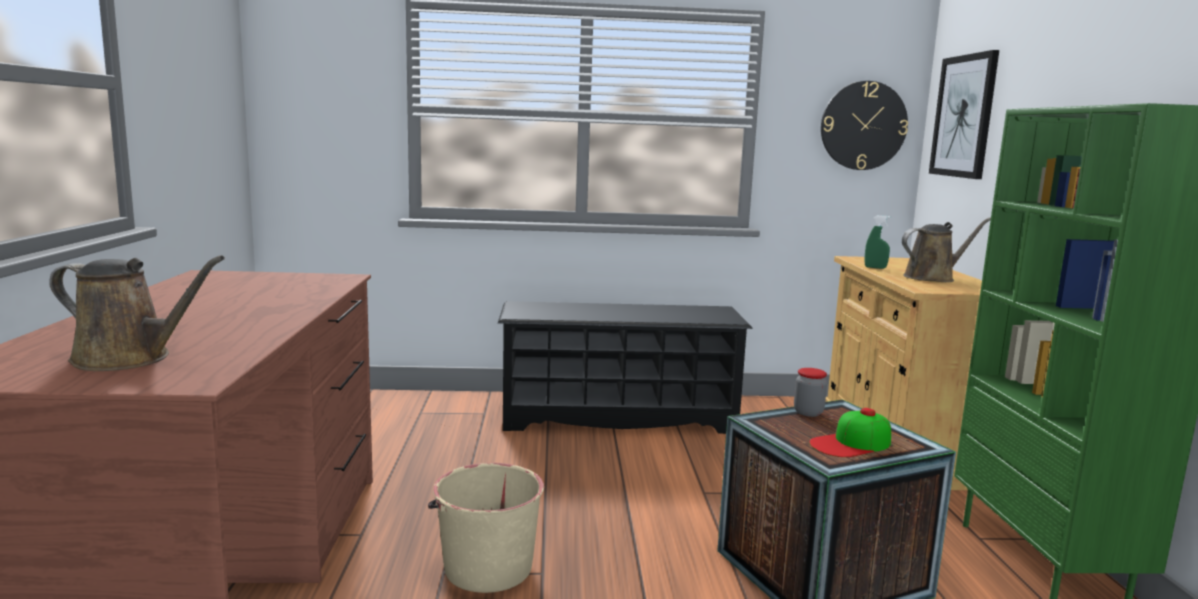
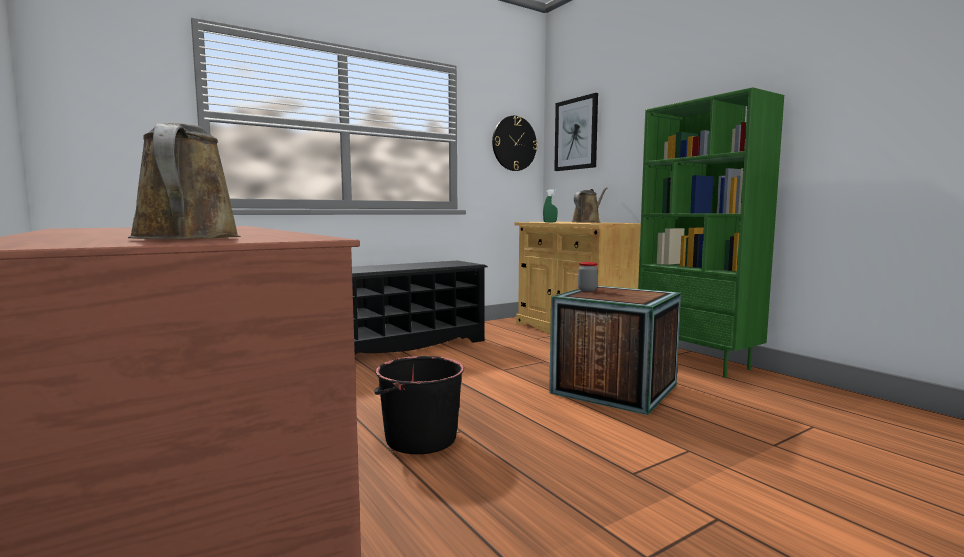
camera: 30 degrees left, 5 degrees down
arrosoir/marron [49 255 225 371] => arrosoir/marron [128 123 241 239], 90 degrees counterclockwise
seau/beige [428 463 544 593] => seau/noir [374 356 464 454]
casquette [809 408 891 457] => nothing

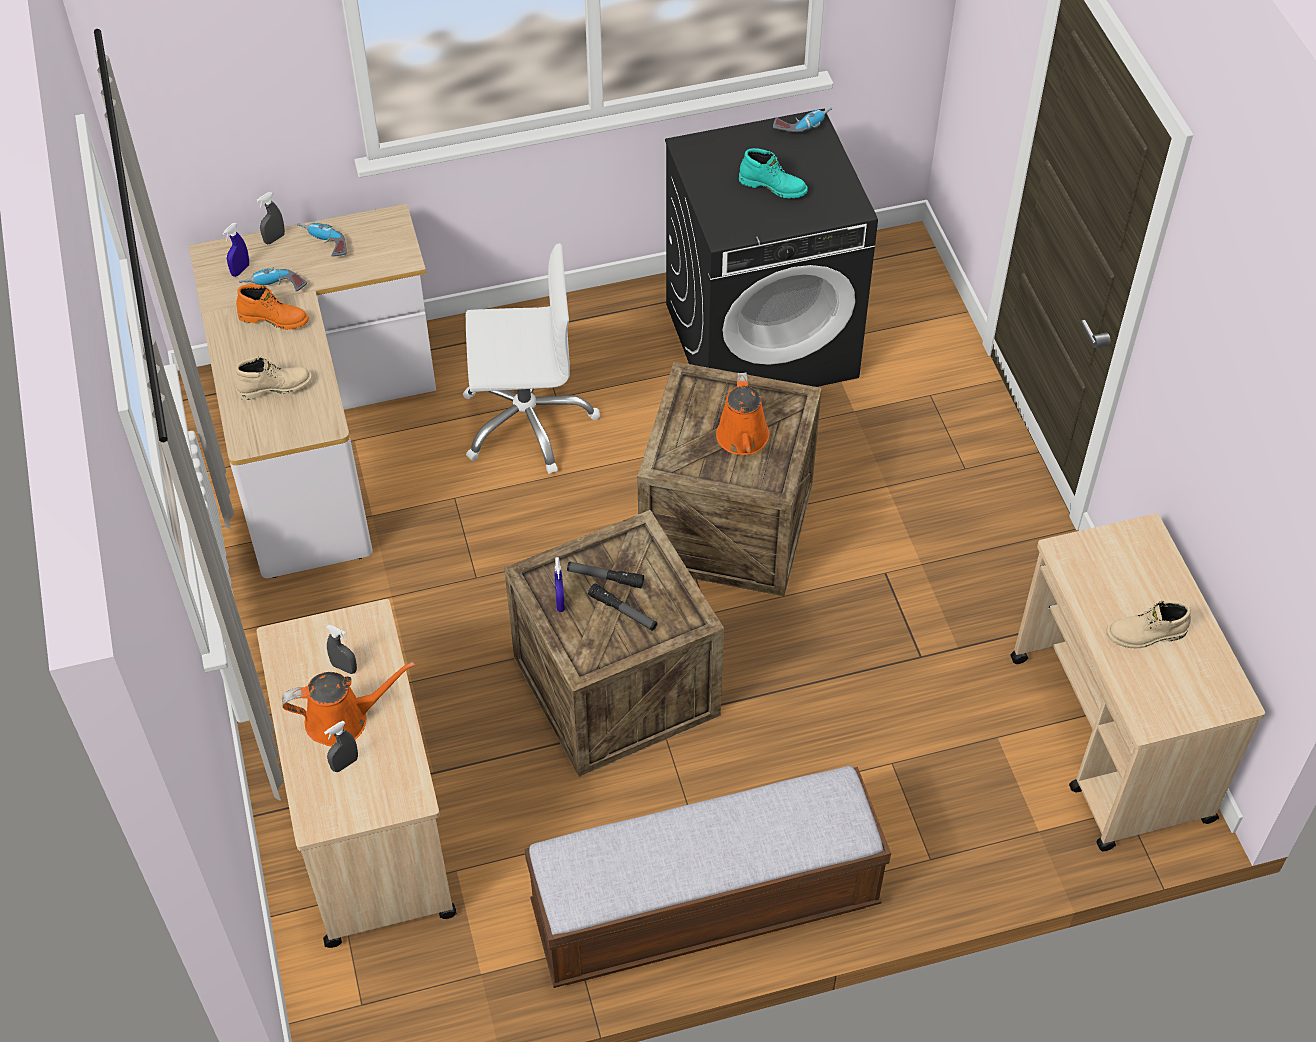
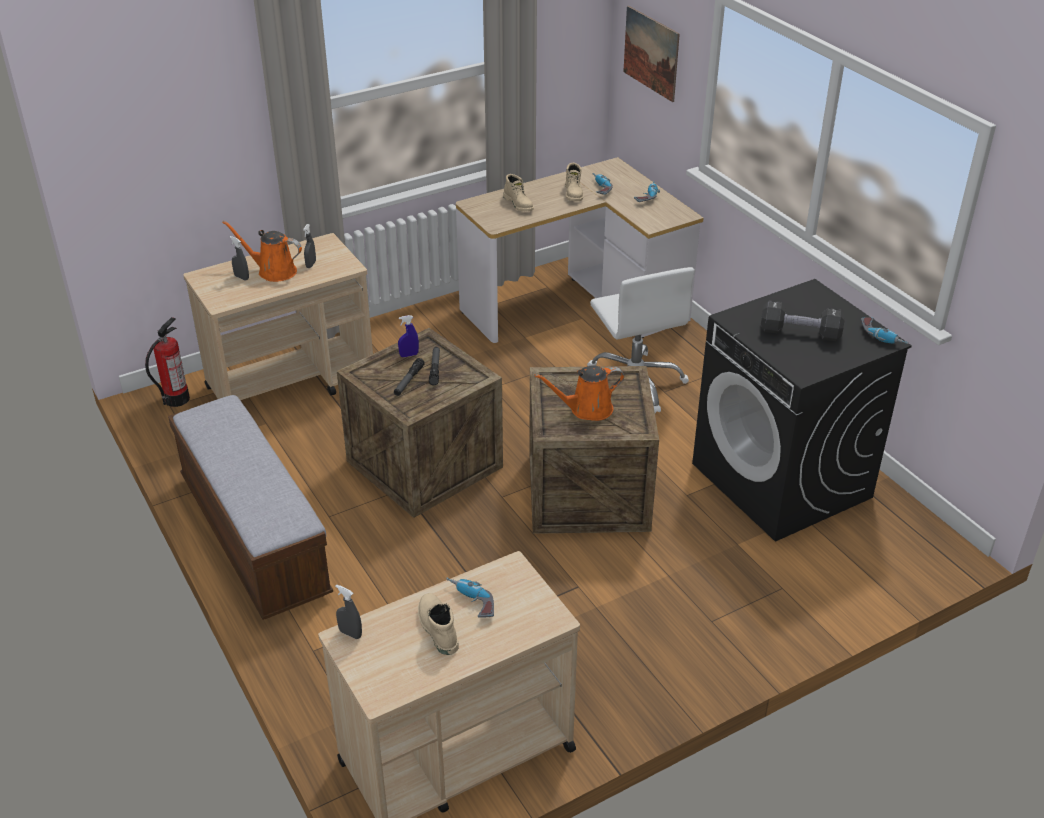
camera: 75 degrees right, 15 degrees down
vaporisateur/bleu [223 223 249 277] => nothing
botte/orange [236 284 309 330] => botte/beige [565 163 583 201]
vaporisateur/gris [257 192 285 244] => vaporisateur/gris [335 584 362 639], moved
arrosoir/orange [282 662 416 747] => arrosoir/orange [222 220 302 282], 135 degrees clockwise
botte/turquoise [739 148 808 198] => haltère/noir [761 301 845 341]
nothing => extincteur [145 317 190 407]
nothing => perceuse [446 578 494 618]
nothing => tableau [623 6 680 102]

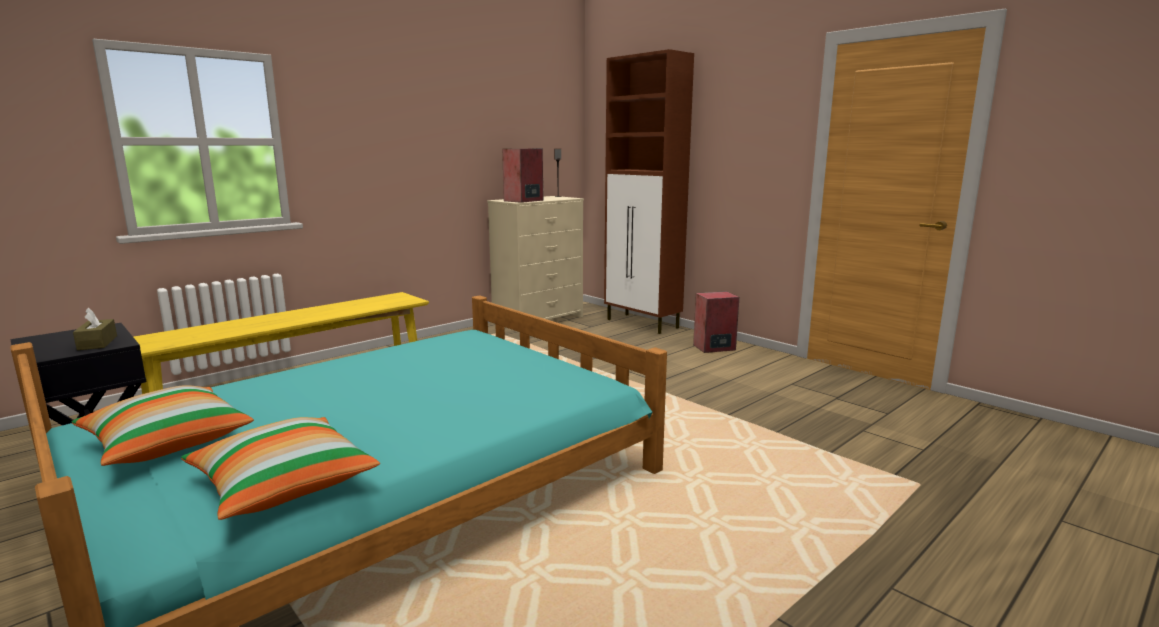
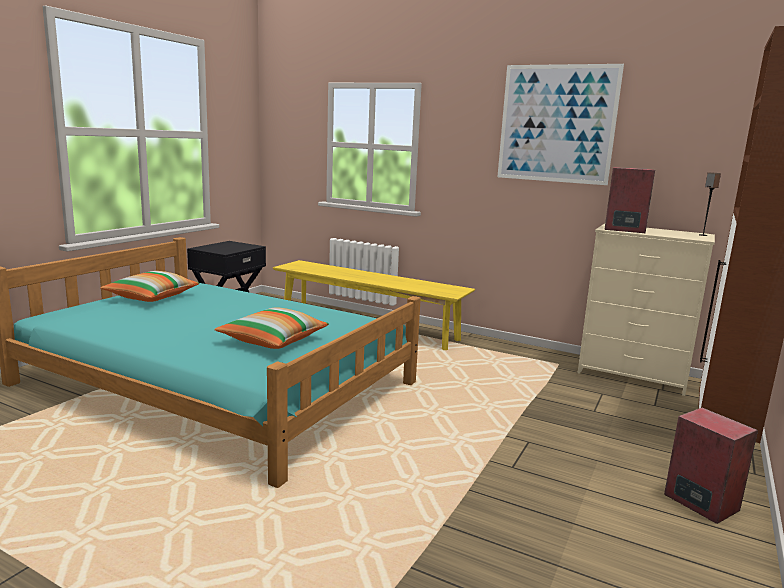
camera: 70 degrees right, 0 degrees up
boîte à mouchoirs/marron [73 308 117 350] => nothing
coussin [181 417 380 520] => coussin [214 307 329 349], moved
nothing => tableau [497 64 624 185]

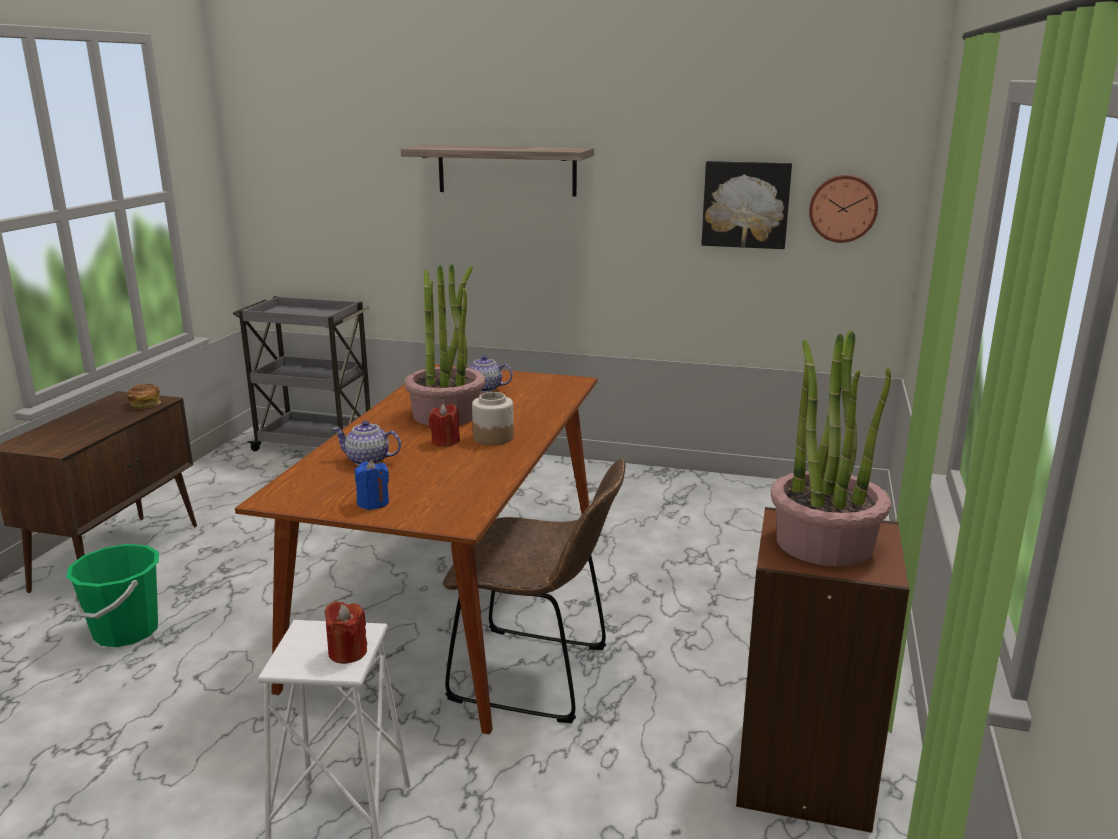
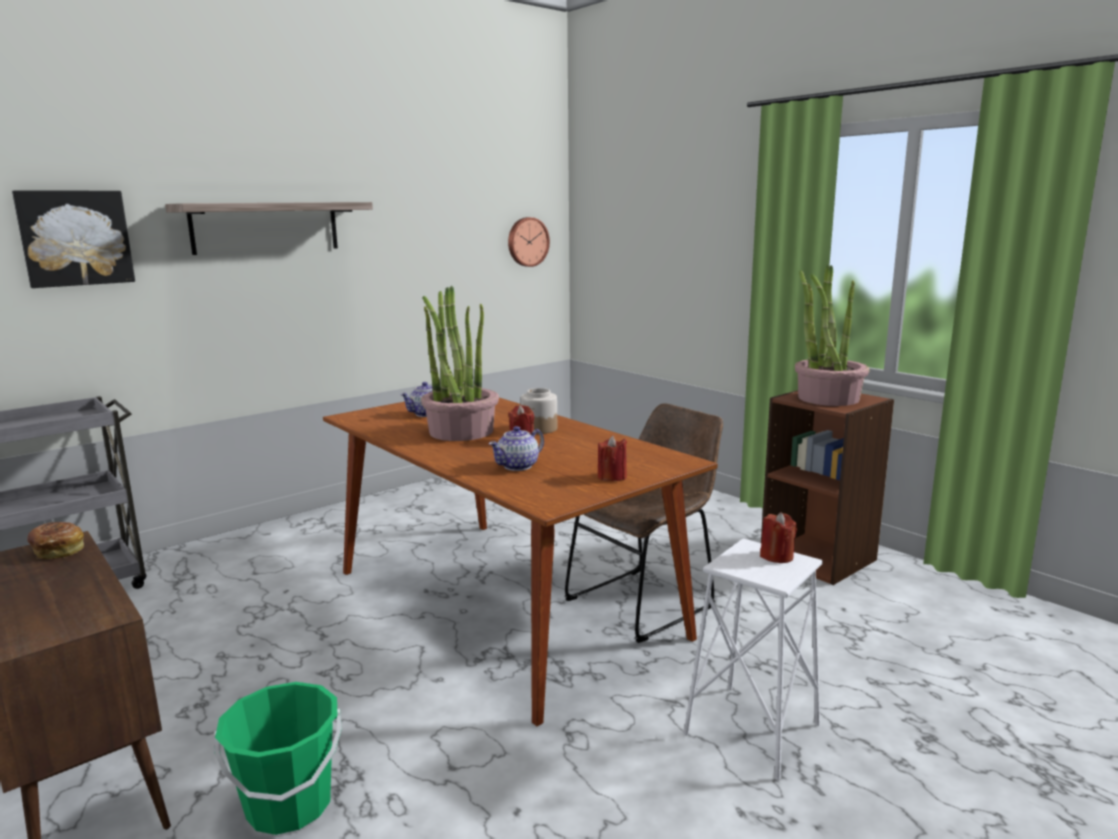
camera: 55 degrees left, 5 degrees down
bougie/bleu [355 460 389 510] => bougie/rouge [598 435 627 482]
tableau [701 161 792 249] => tableau [12 190 135 288], moved

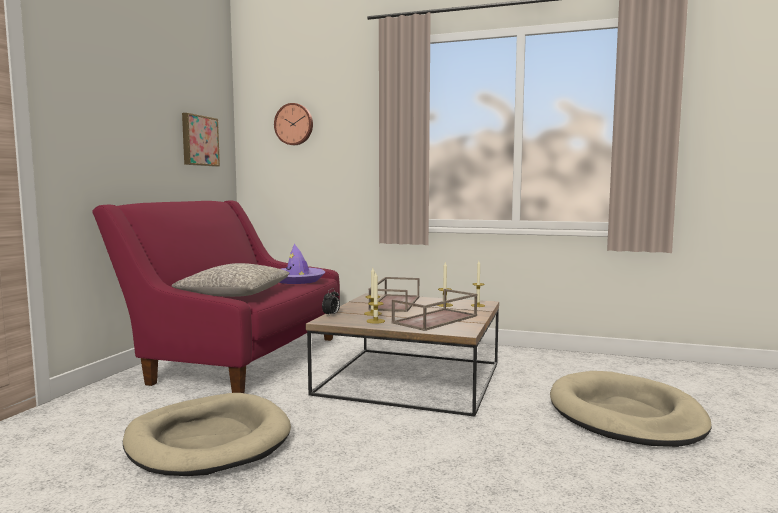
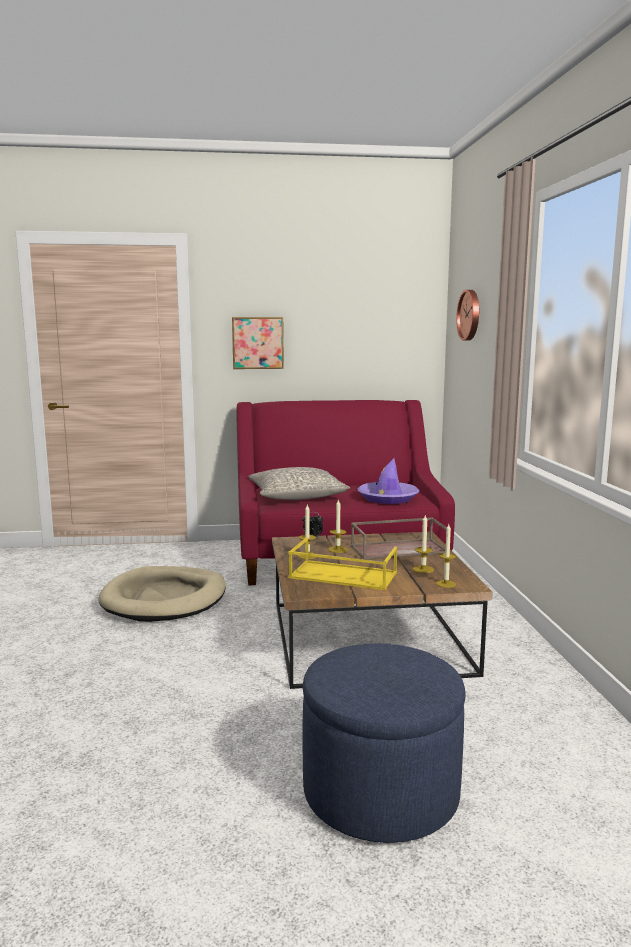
camera: 65 degrees right, 5 degrees up
tableau [182 113 220 166] => tableau [232 317 284 369], moved
plateau/marron [392 289 478 331] => plateau/jaune [288 537 397 590]
panier pour chien/beige [550 371 712 447] => pouf/bleu [303 643 466 843]

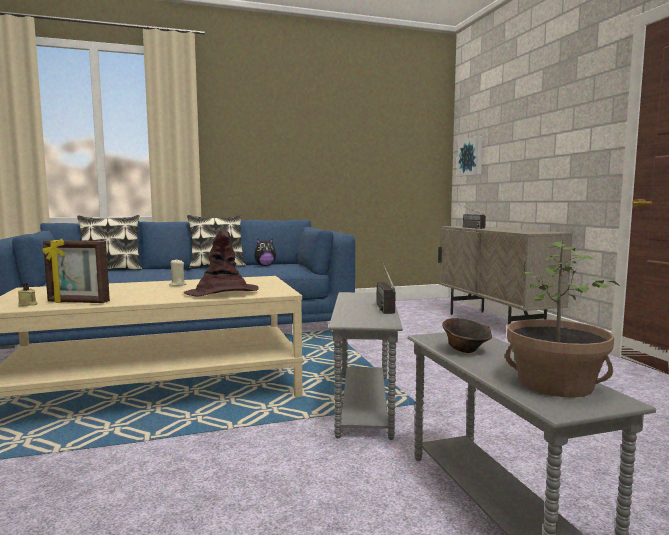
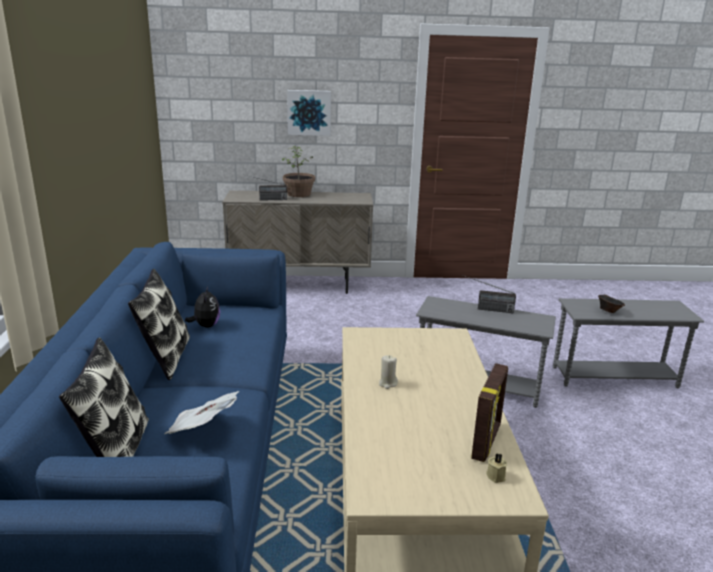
camera: 75 degrees left, 15 degrees up
chapeau/marron [183 230 259 296] => nothing
tableau [457 136 483 177] => tableau [287 90 331 136], moved
plante en pot [505 241 621 398] => plante en pot [282 146 315 197], moved
nothing => journal [164 391 239 434]

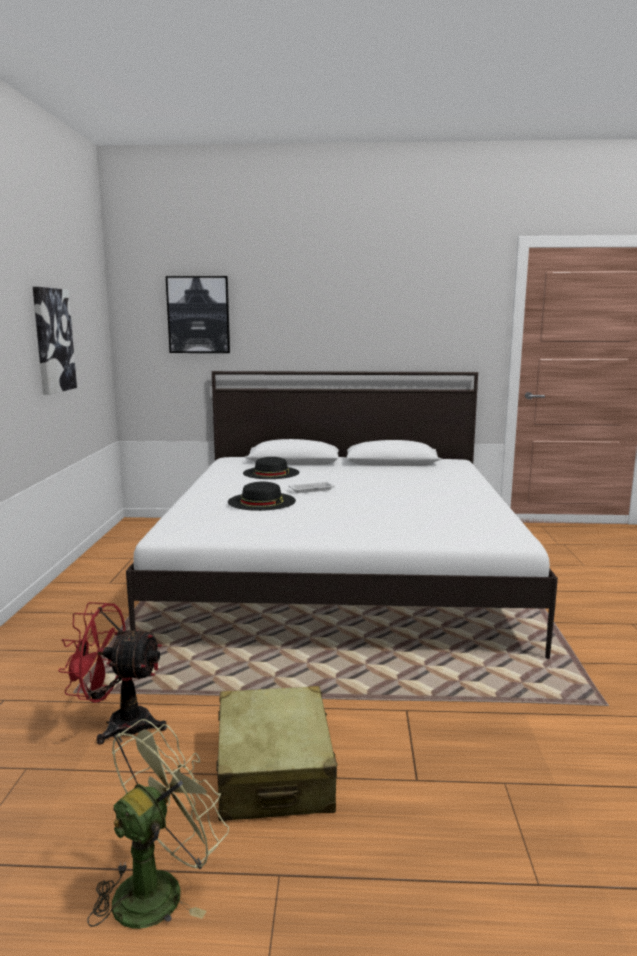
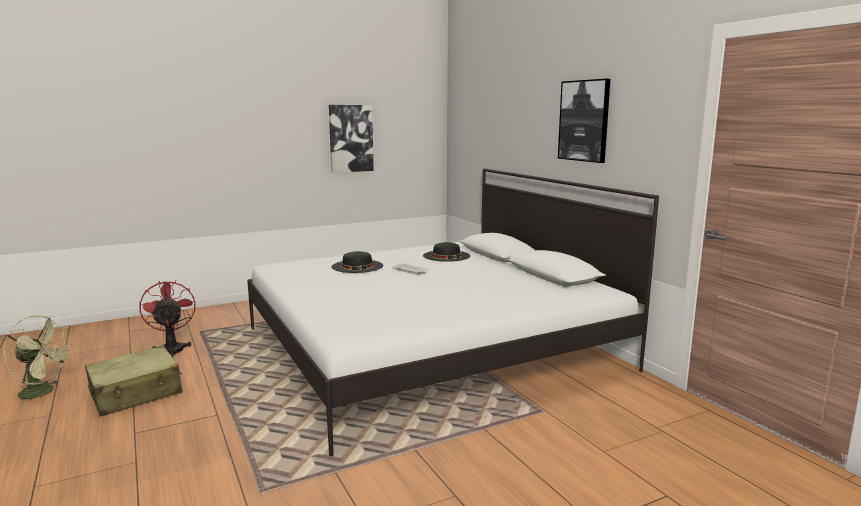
camera: 60 degrees right, 0 degrees up
tableau [166 276 230 353] => tableau [558 79 610 163], moved

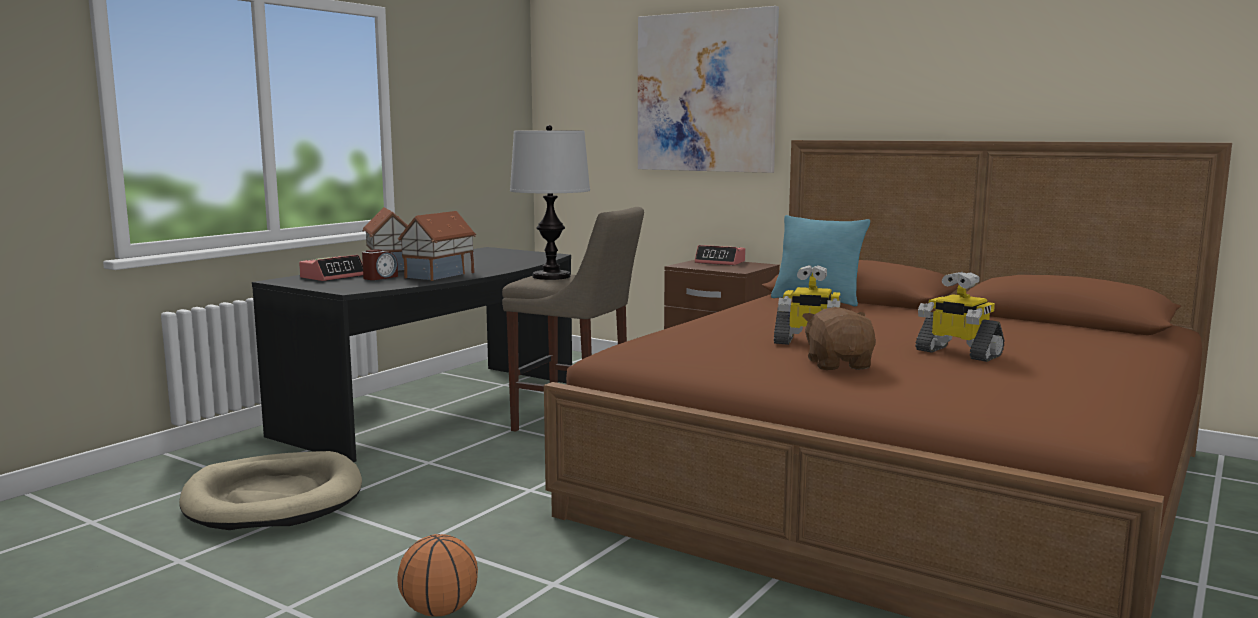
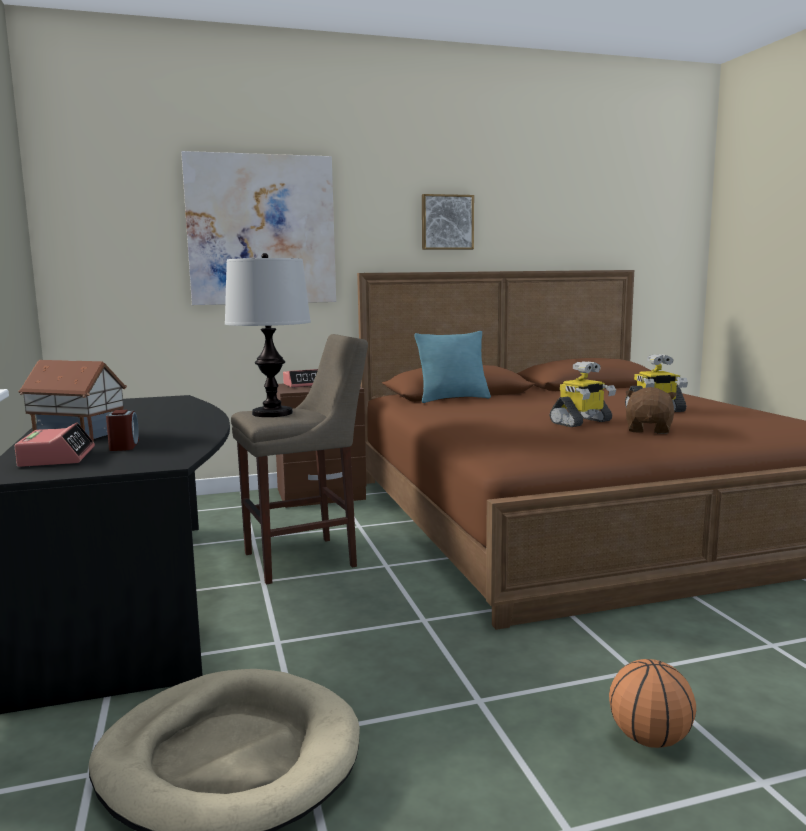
camera: 50 degrees left, 0 degrees up
maison miniature [397 211 476 281] => nothing
peluche/marron [803 307 876 370] => peluche/marron [625 387 677 434], 75 degrees clockwise
nothing => tableau [422 194 474 250]

